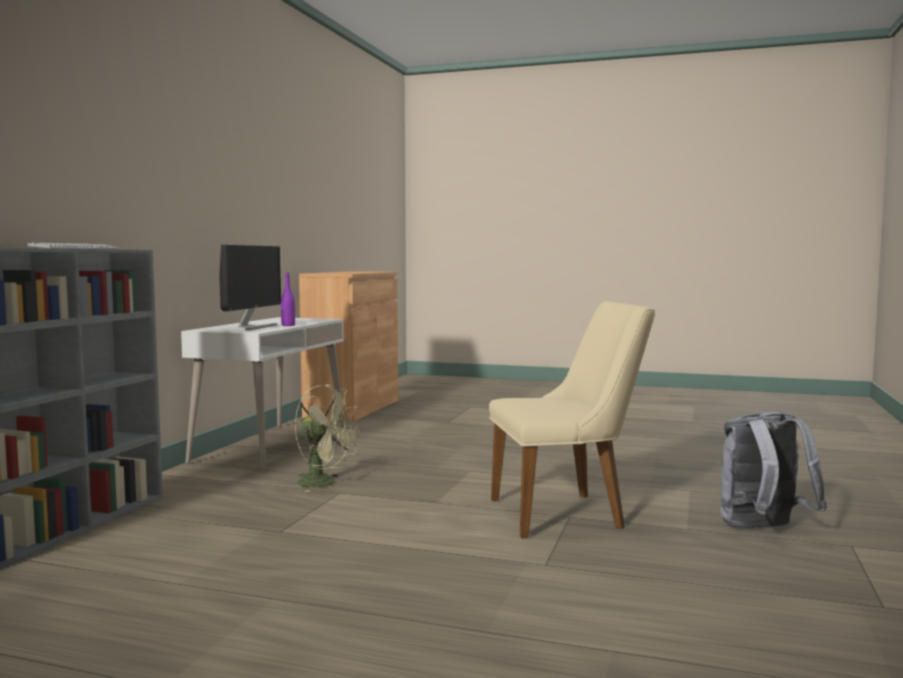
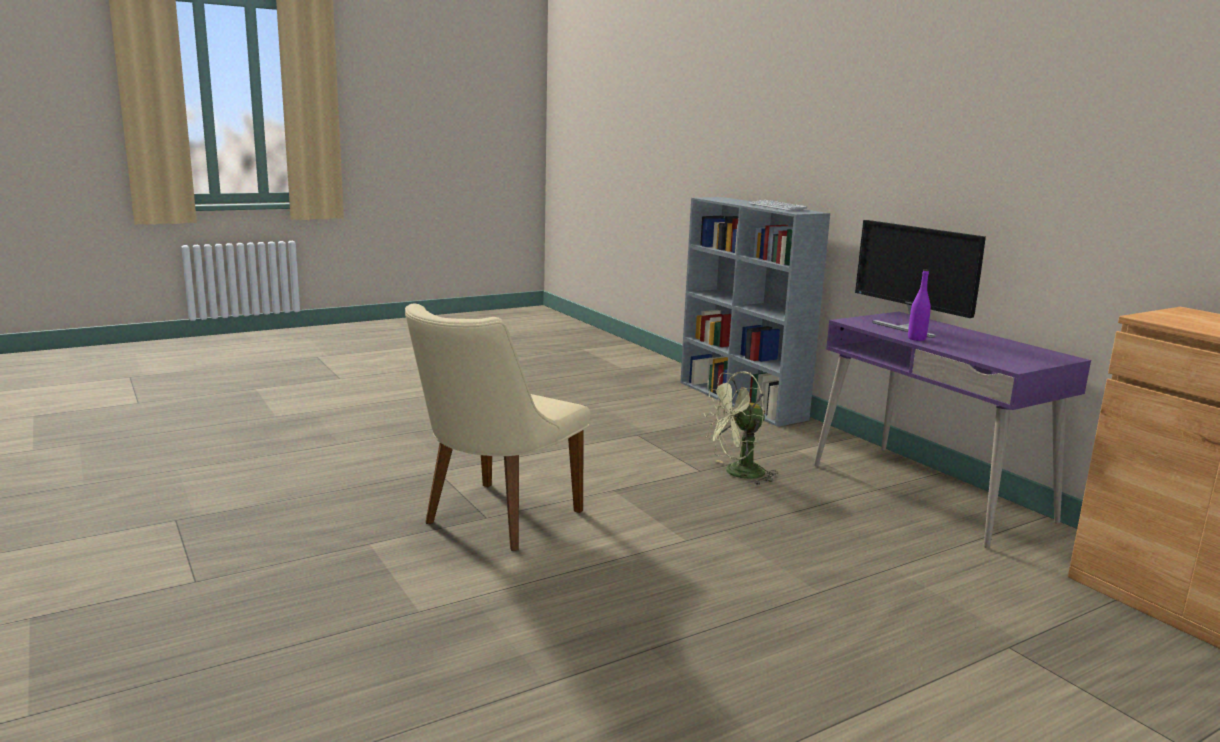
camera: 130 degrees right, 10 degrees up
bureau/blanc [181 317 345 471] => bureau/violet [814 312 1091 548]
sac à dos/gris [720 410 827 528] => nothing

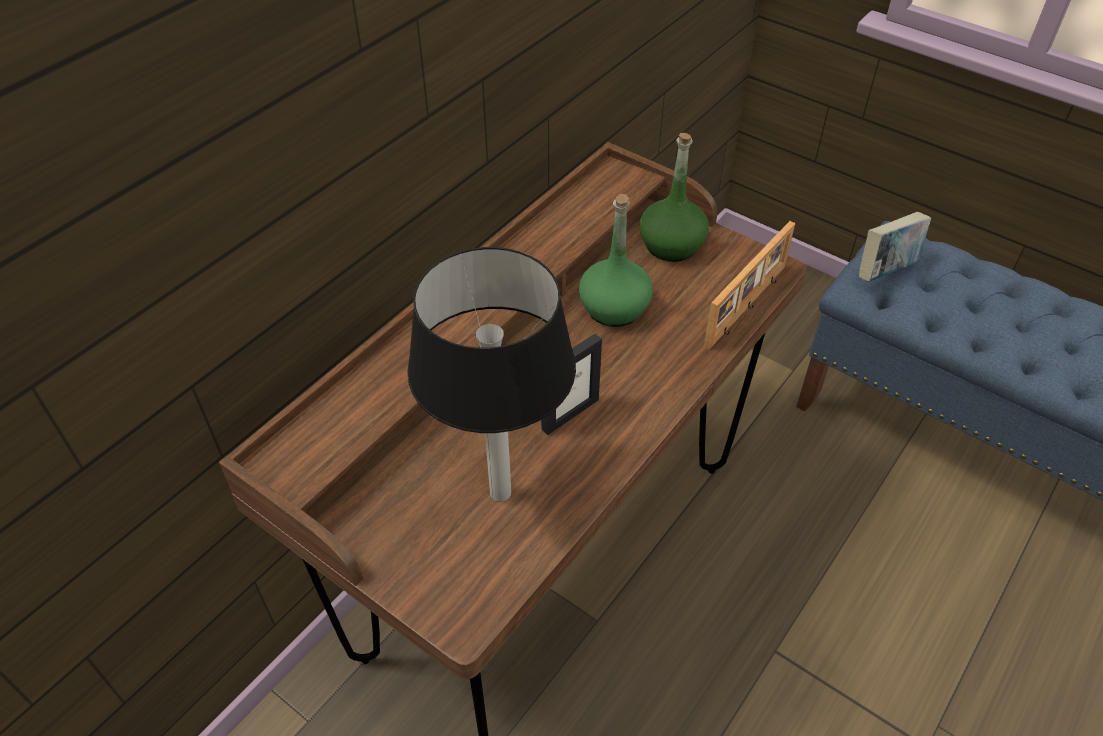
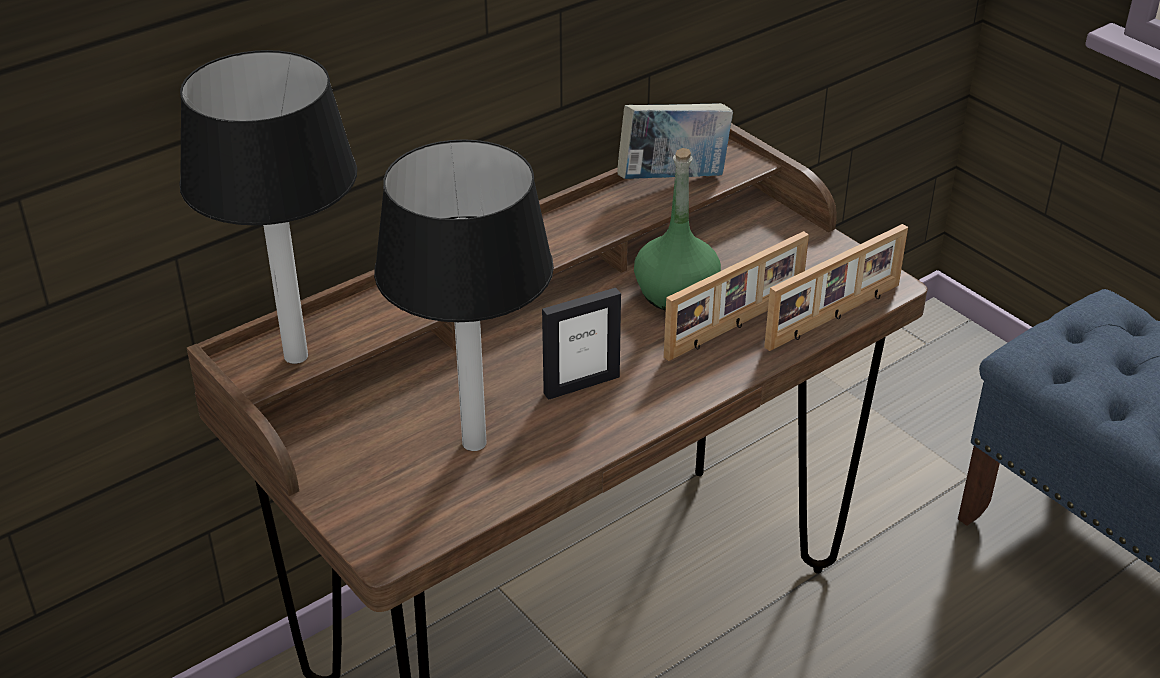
camera: 15 degrees right, 10 degrees down
bouteille/vert [640 133 709 262] => nothing
livre [859 212 931 282] => livre [618 103 733 179], moved
nothing => lampe de table [180 50 357 364]
nothing => cadre photo [664 231 809 361]

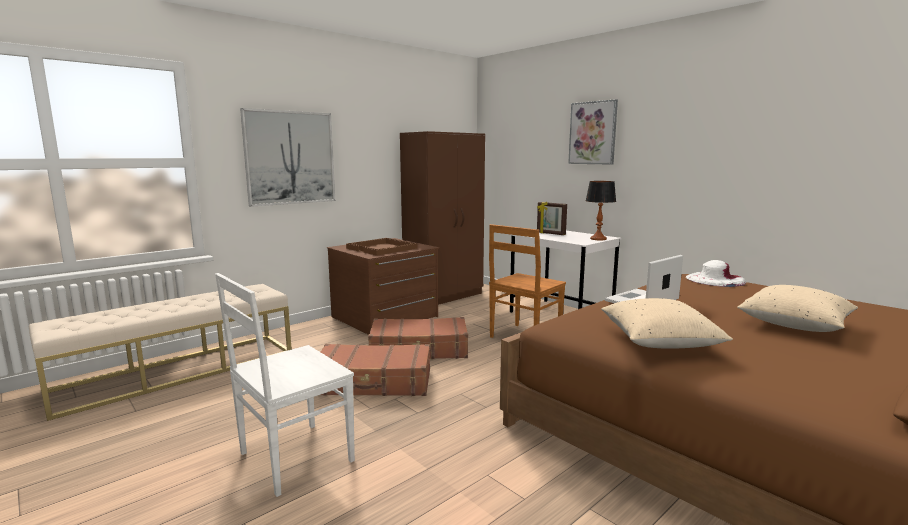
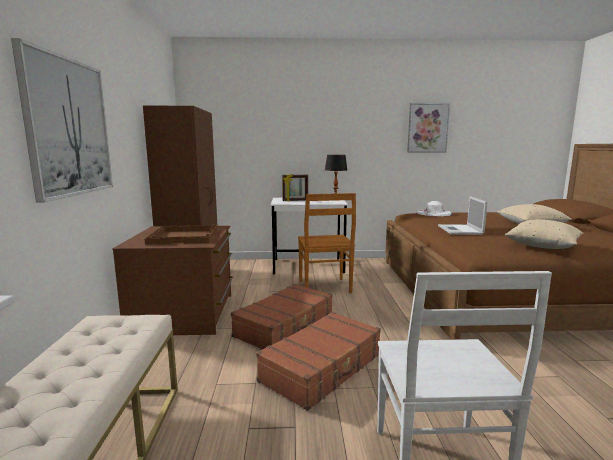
camera: 50 degrees left, 0 degrees up
tableau [568 99 618 165] => tableau [407 103 450 152], moved

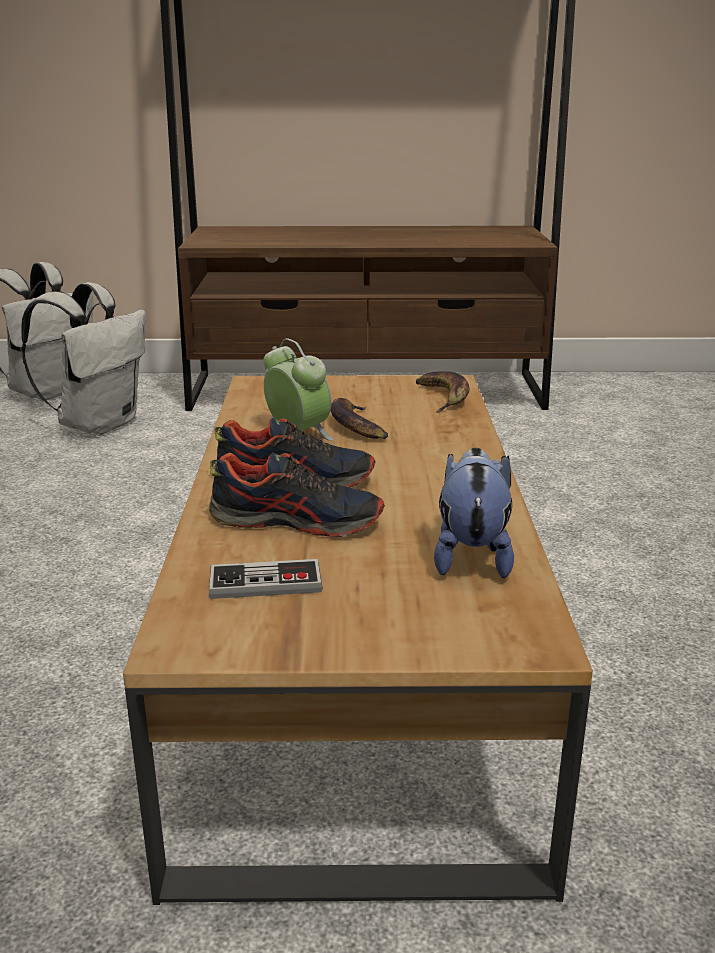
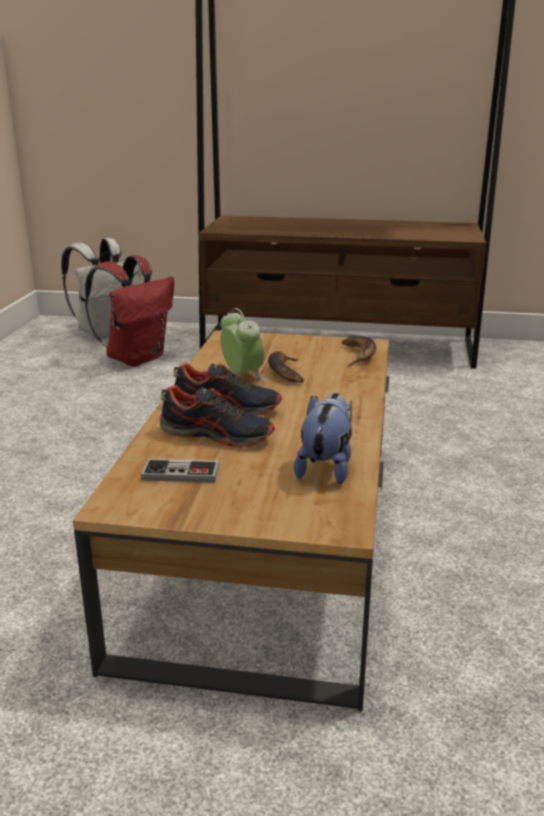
camera: 10 degrees right, 0 degrees up
sac à dos/blanc [21 282 146 436] => sac à dos/rouge [85 255 174 367]

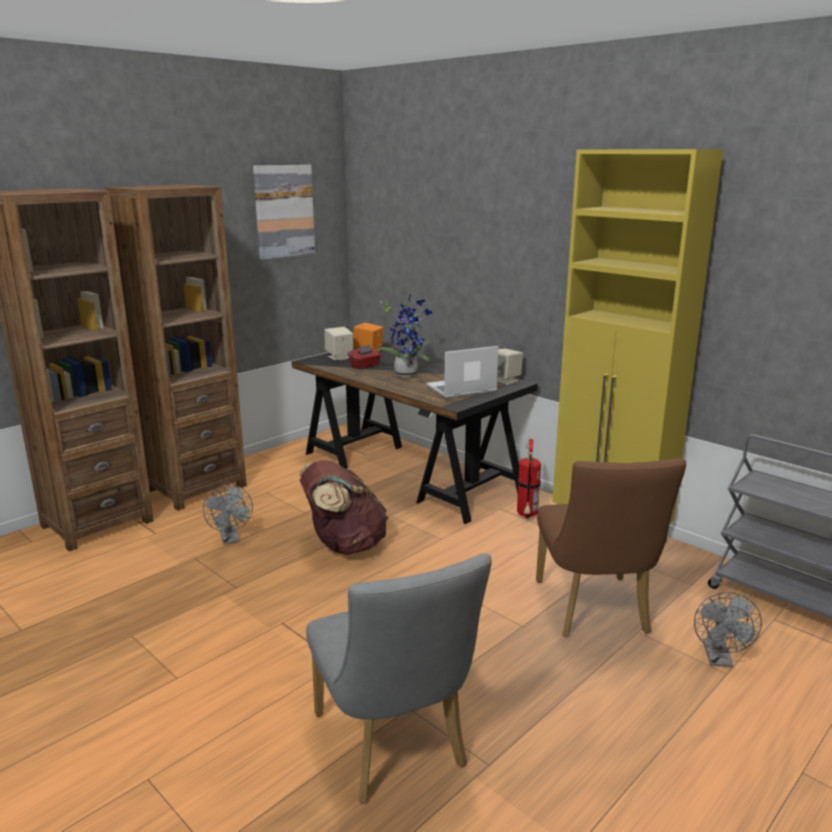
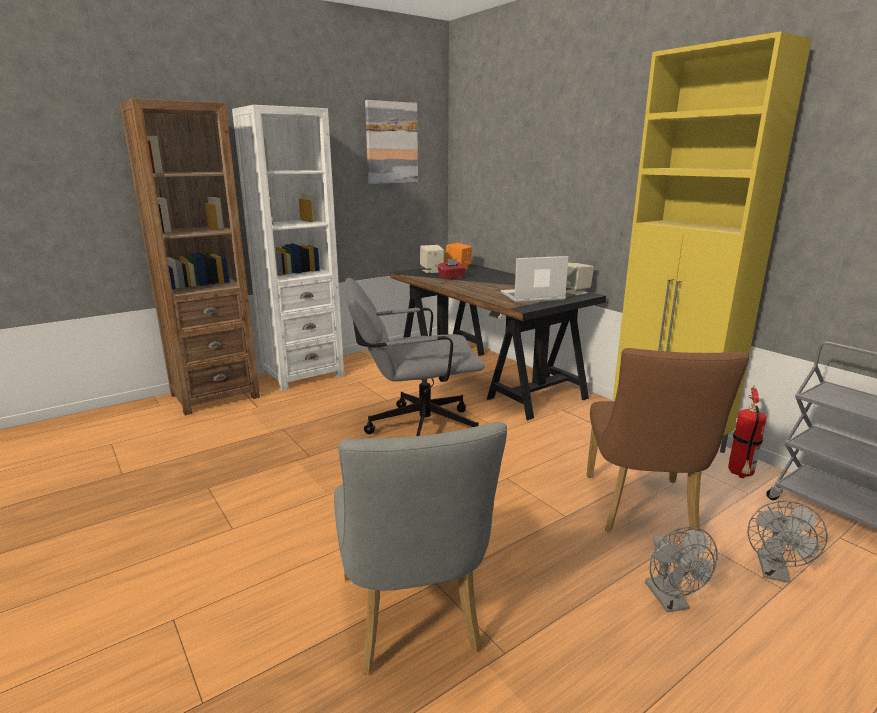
camera: 10 degrees right, 0 degrees up
bibliothèque/marron [104 185 247 511] => bibliothèque/blanc [232 105 344 391]
ventilateur/gris [203 485 253 545] => ventilateur/gris [645 527 718 612], moved
sac à dos/marron [299 460 389 555] => chaise de bureau/gris [345 278 485 436]
plante en pot [373 295 432 377] => nothing
extincteur [517 438 541 518] => extincteur [728 385 767 478], moved

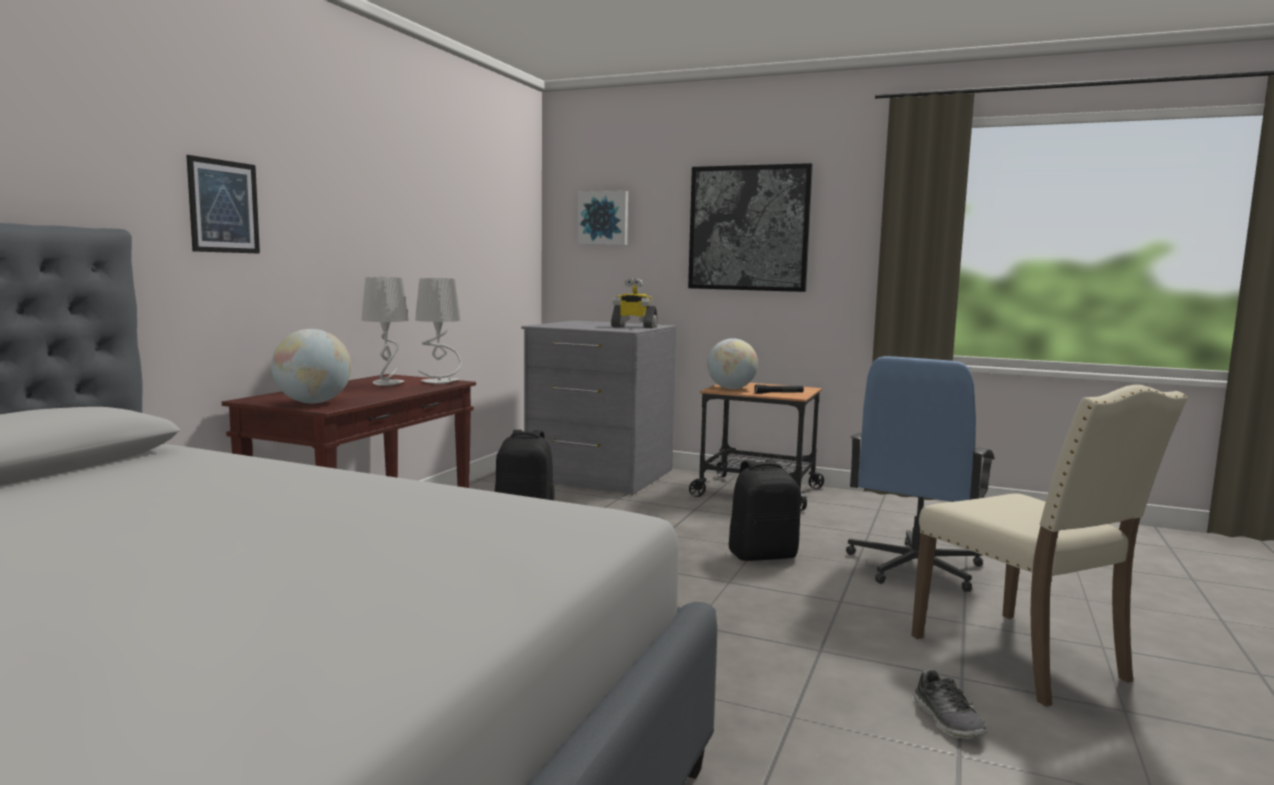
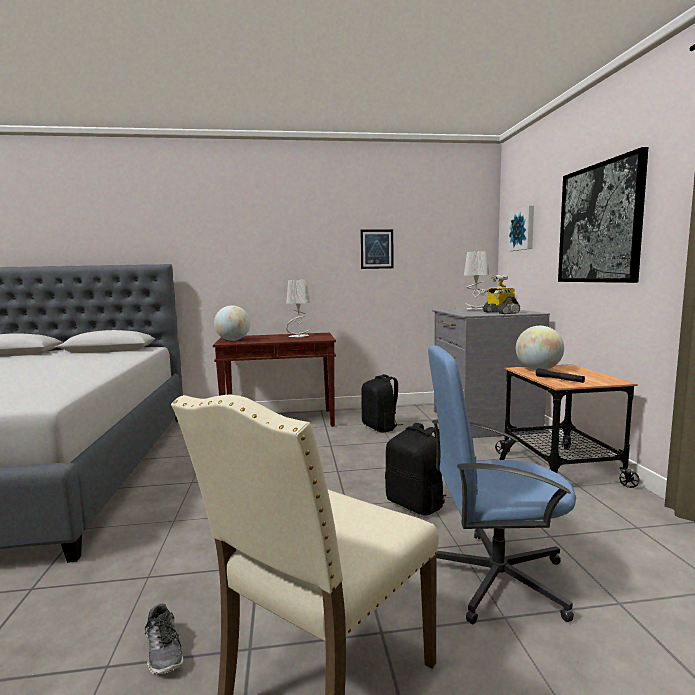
camera: 60 degrees right, 0 degrees up
tableau [186 155 260 254] => tableau [360 229 394 269], moved
lampe de table/gris [415 278 462 384] => lampe de table/gris [464 251 489 310], moved
chaussure [912 669 987 739] => chaussure [145 603 183 674], 75 degrees counterclockwise

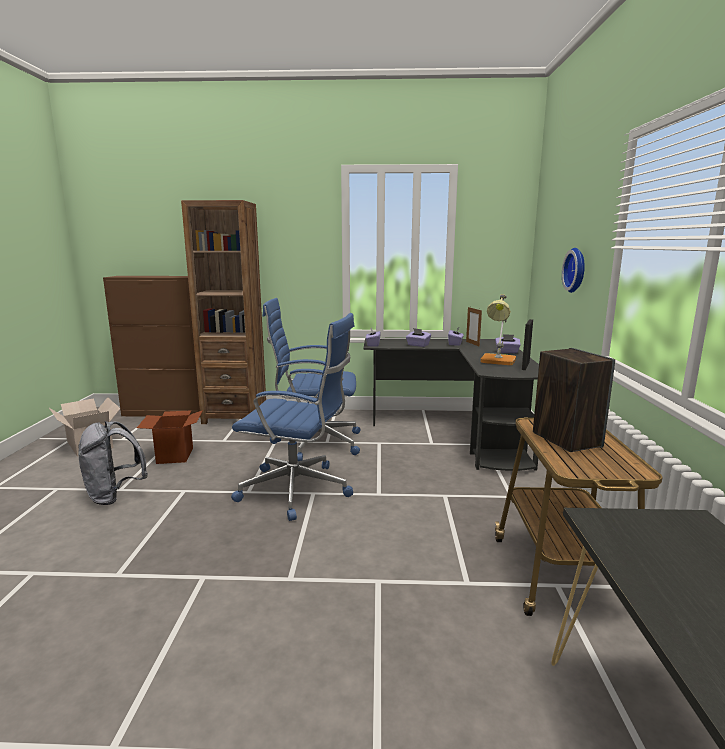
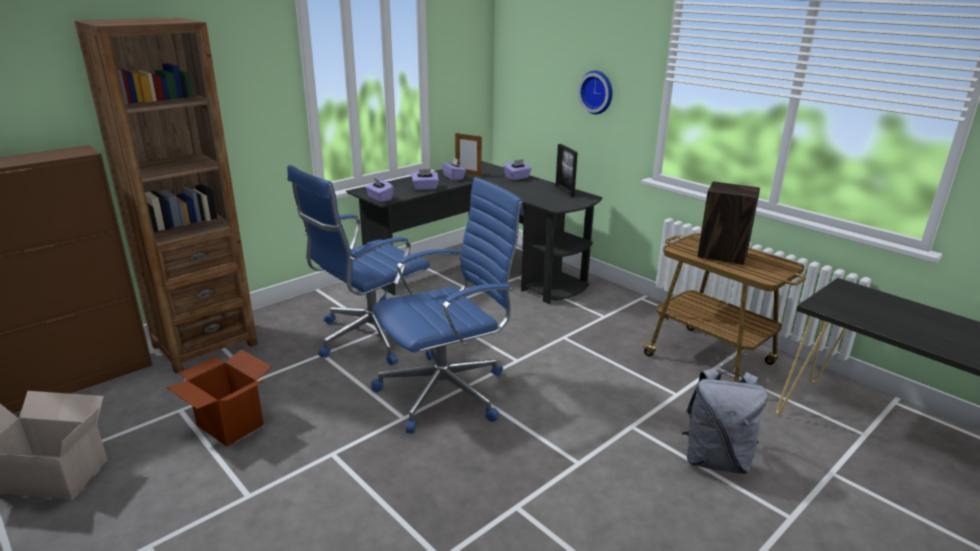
camera: 45 degrees left, 10 degrees up
sac à dos/gris [78 421 148 505] => sac à dos/gris [682 368 768 474], moved
lampe de table [480 294 516 365] => nothing

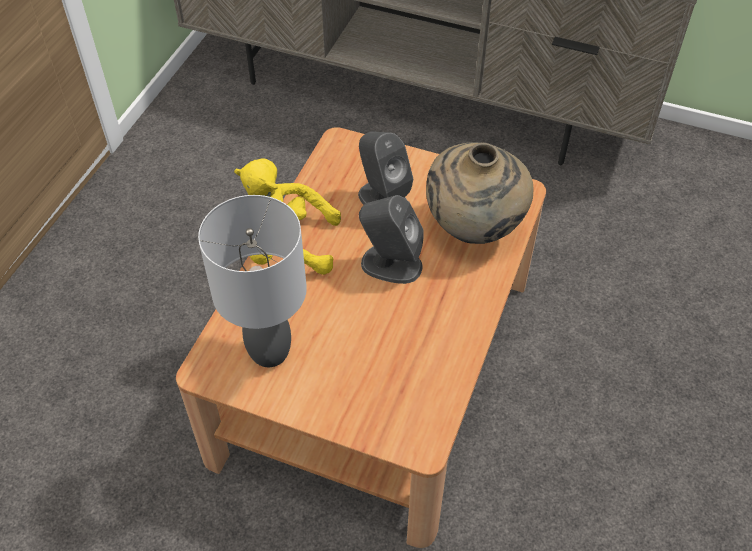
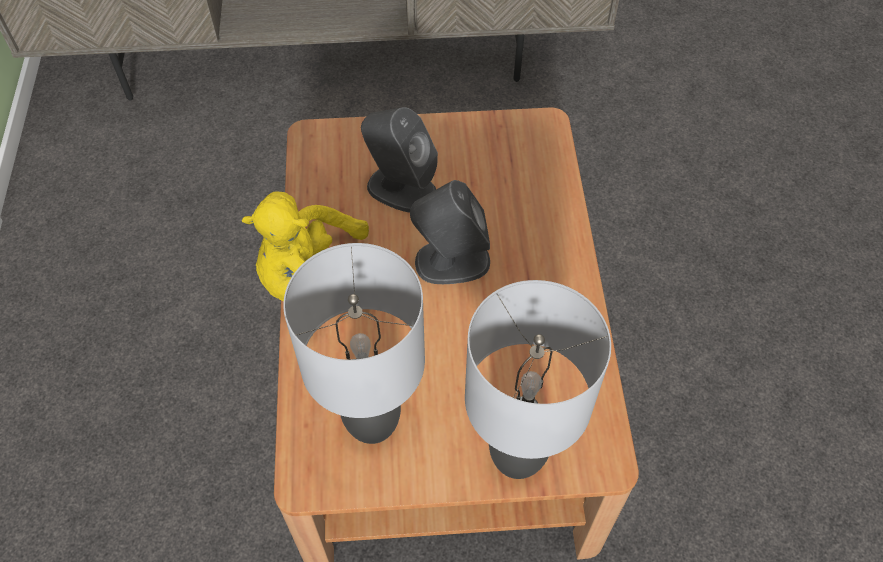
camera: 25 degrees left, 5 degrees up
vase/beige [426 142 533 244] => nothing
nothing => lampe de table/gris [465 280 611 479]

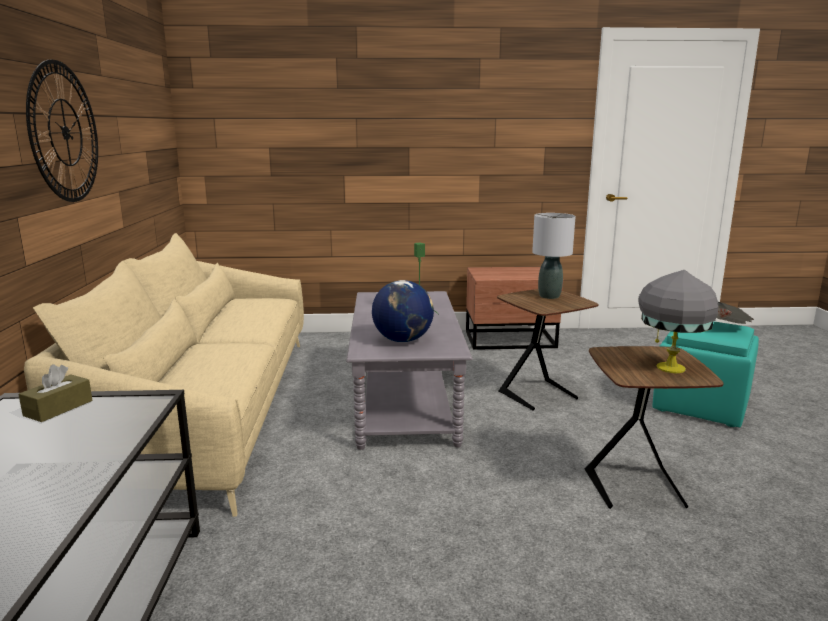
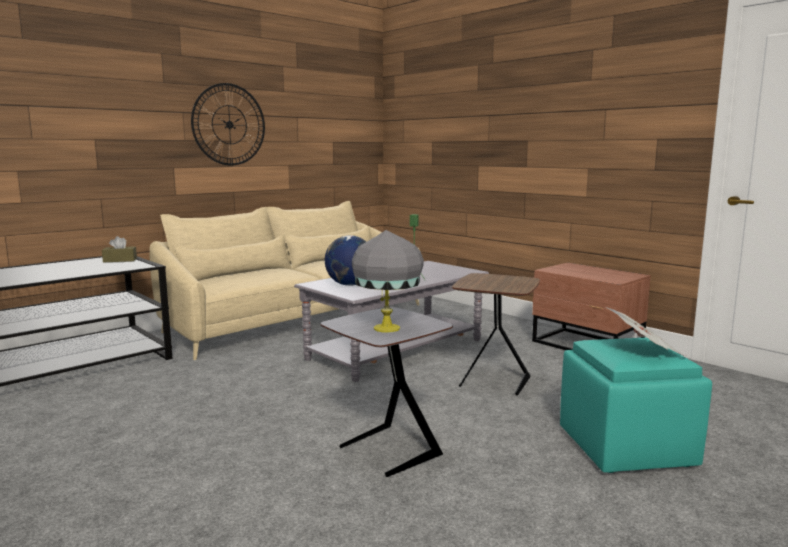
camera: 50 degrees right, 5 degrees down
lampe de table/gris [532 213 576 299] => nothing
table d'appoint/marron [585 346 724 509] => table d'appoint/gris [321 307 453 477]

